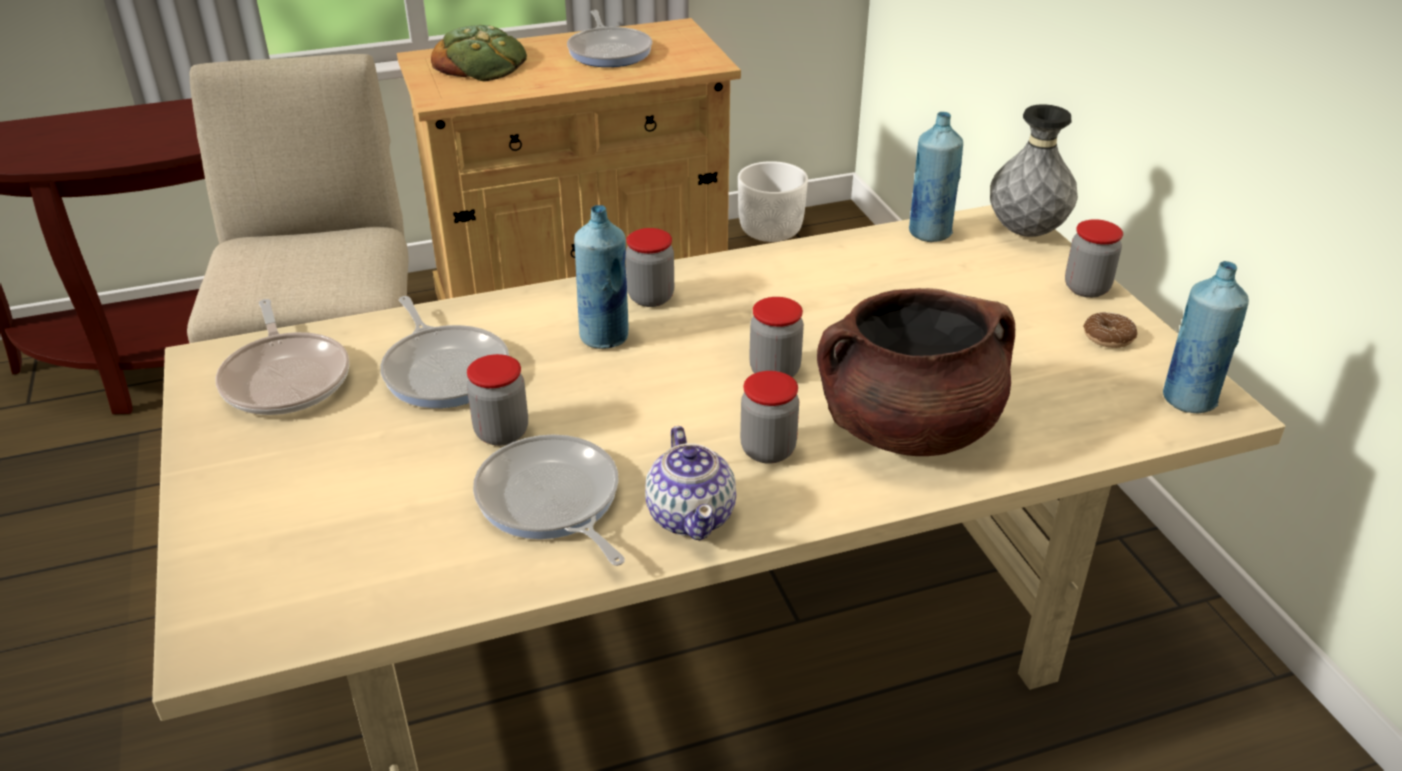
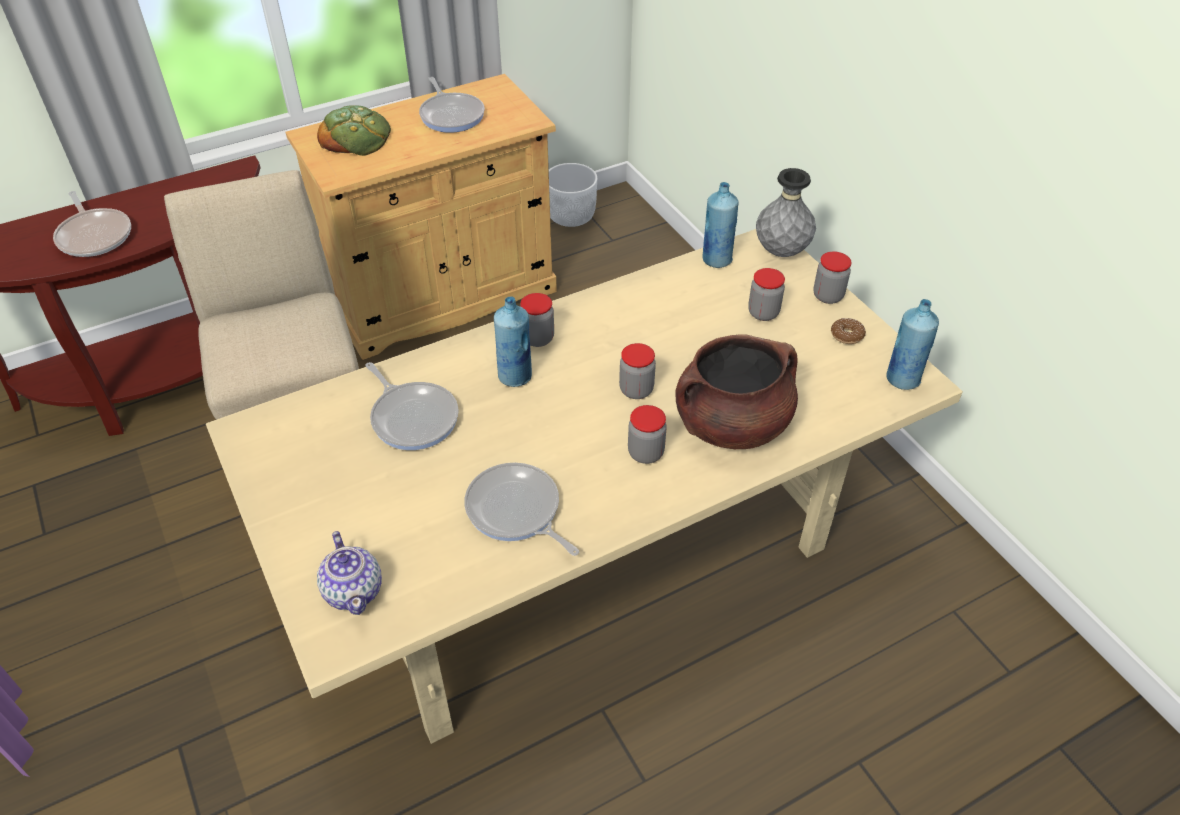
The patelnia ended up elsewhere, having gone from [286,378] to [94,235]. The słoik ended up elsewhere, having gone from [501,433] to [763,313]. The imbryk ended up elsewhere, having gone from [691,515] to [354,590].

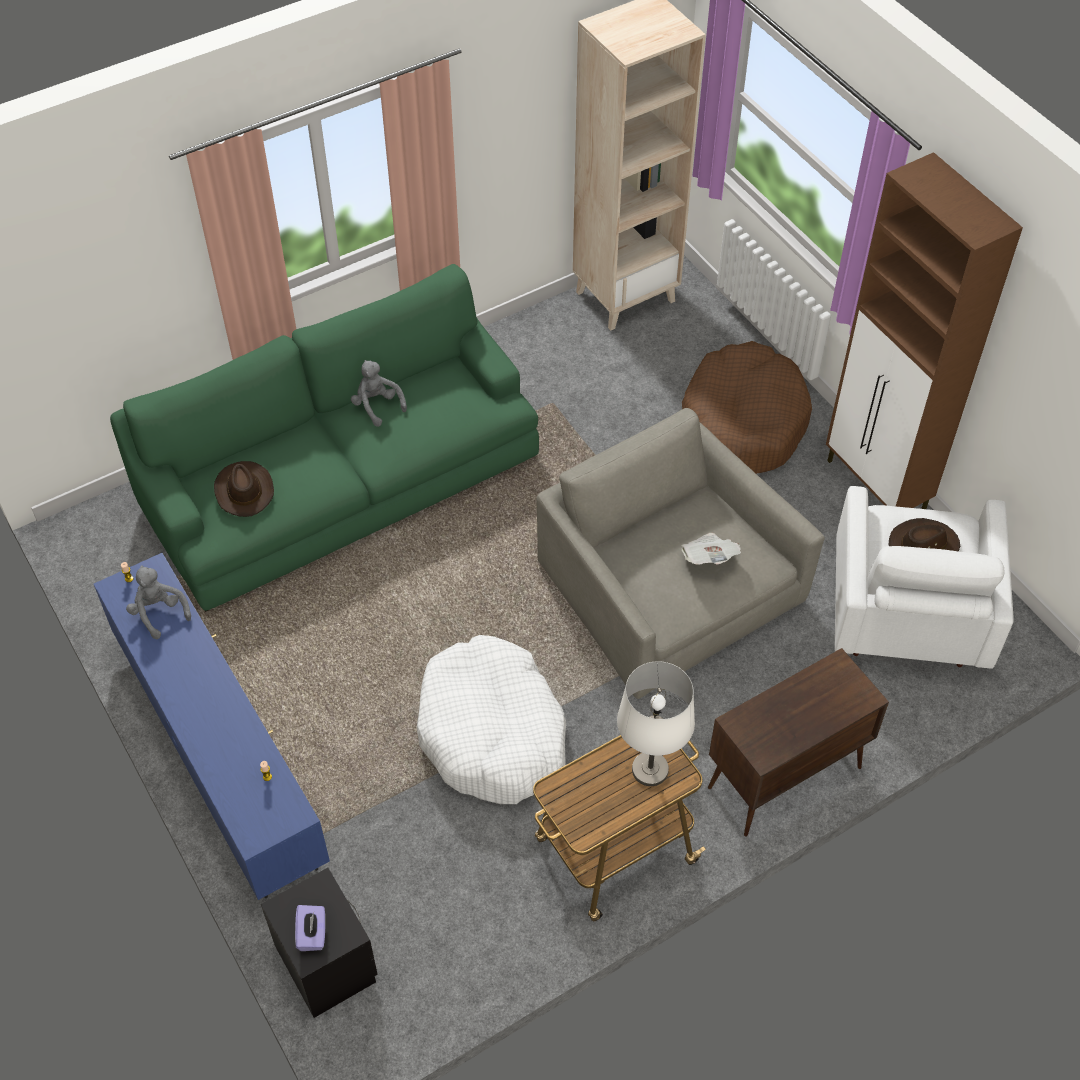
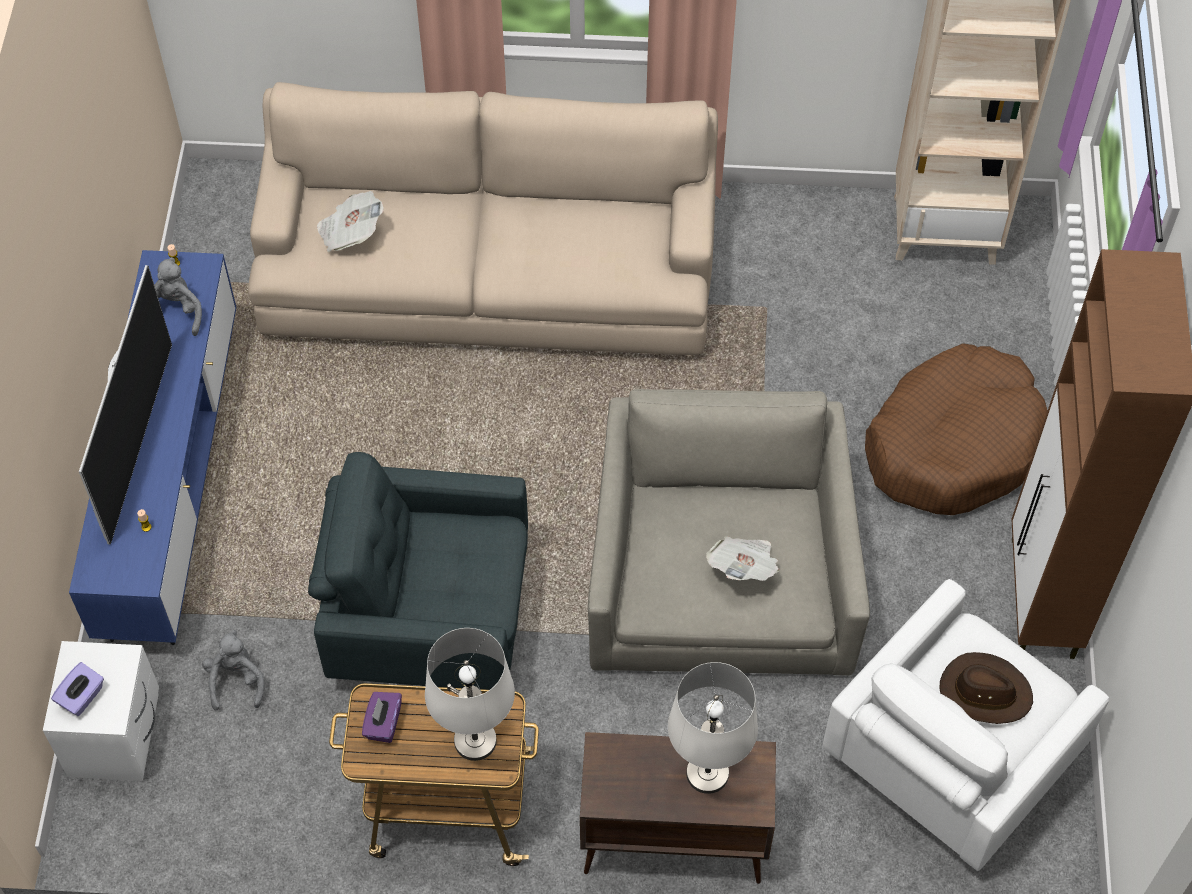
The second view gained the telewizor at [139,442]. The second view gained the pudełko chusteczek (fioletowy) at [383,723]. The second view gained the lampa stołowa (biały) at [707,773]. The pluszak (szary) ended up elsewhere, having gone from [377,406] to [236,680]. Where the kapelusz (brązowy) stood at [244,490], the gazeta came to stand at [350,233]. Where the legowisko (biały) stood at [492,733], the fotel (szary) came to stand at [429,615]. What was the kanapa (zielony) at [342,482] turned into the kanapa (beżowy) at [489,275]. What was the szafka nocna (czarny) at [328,962] turned into the szafka nocna (biały) at [117,735].

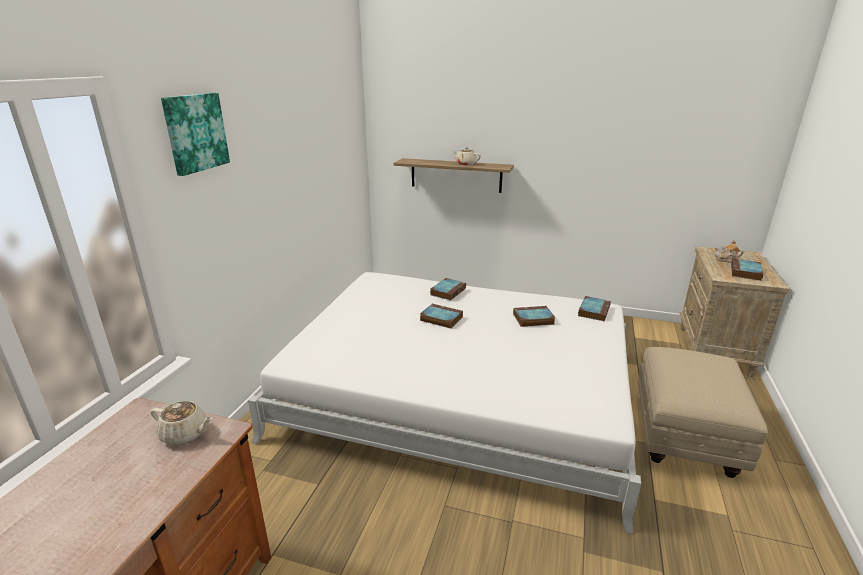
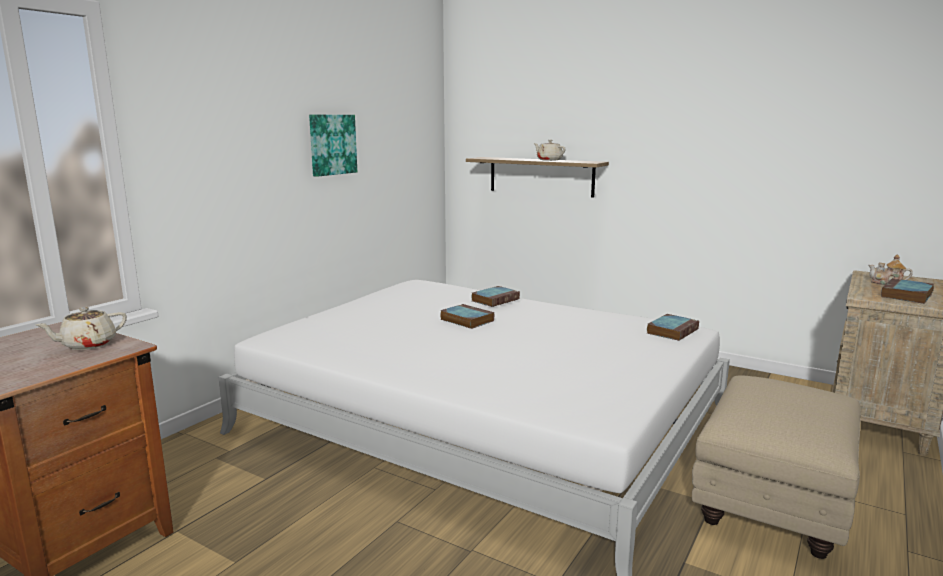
The second view lost the książka at [532,319]. The obraz ended up elsewhere, having gone from [195,132] to [332,144]. The imbryk (beżowy) at [185,434] ended up facing another way, 105 degrees clockwise from before.

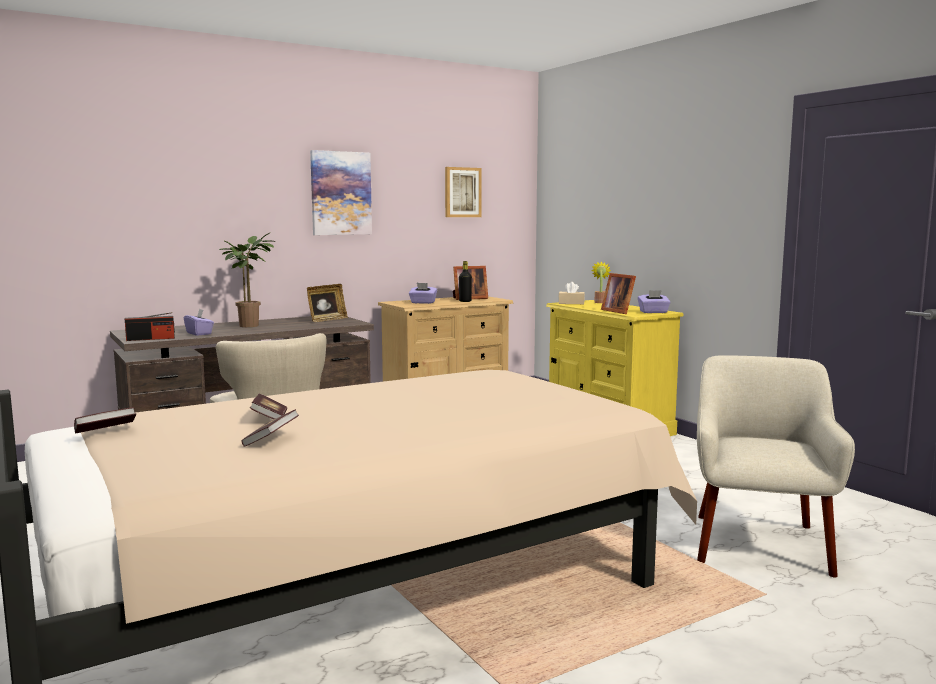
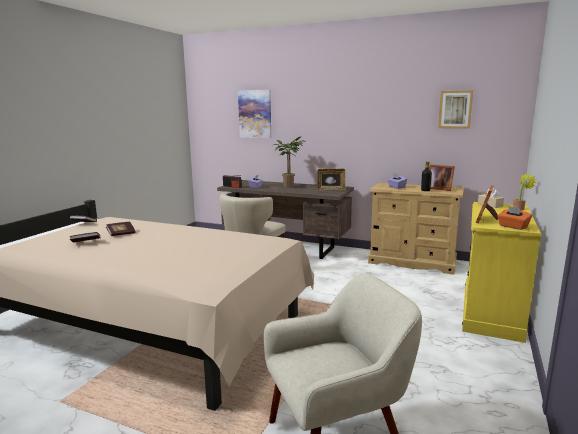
The obraz ended up elsewhere, having gone from [341,193] to [255,114]. What was the pudełko chusteczek (fioletowy) at [653,312] turned into the pudełko chusteczek (pomarańczowy) at [512,227].

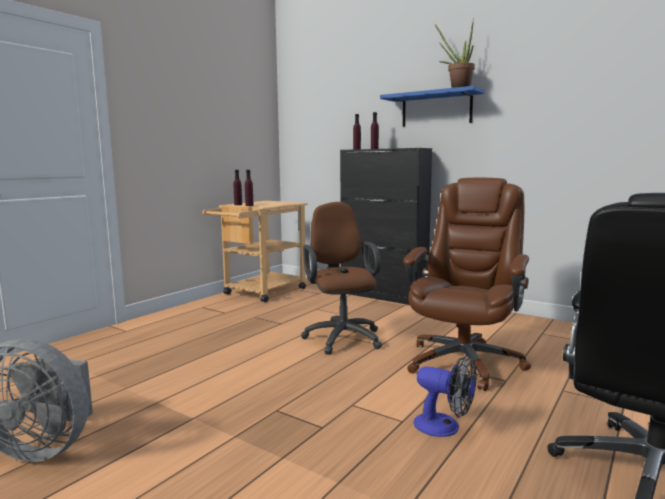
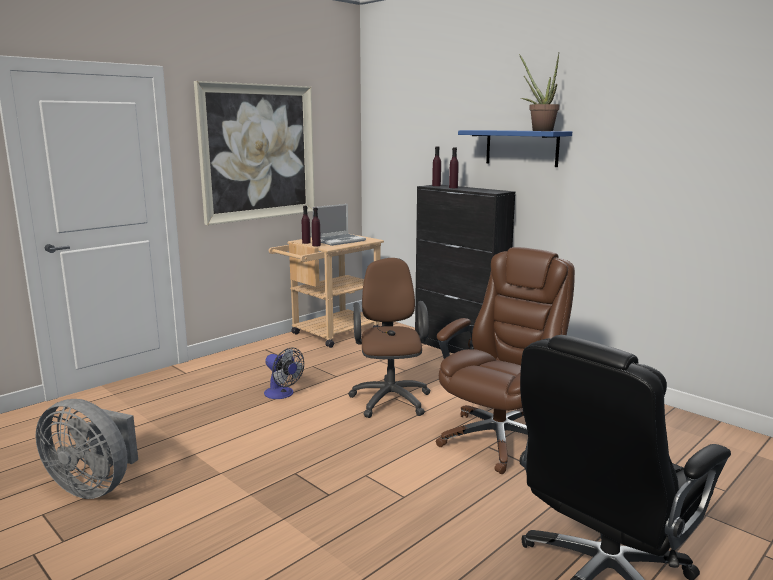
The second view gained the obraz at [258,152]. The second view gained the laptop at [339,240]. The wentylator ended up elsewhere, having gone from [444,427] to [282,394].

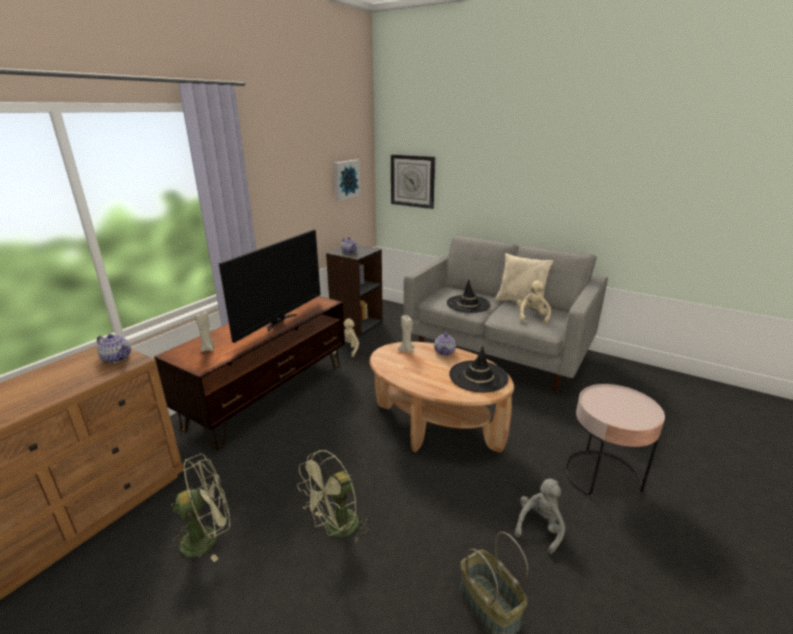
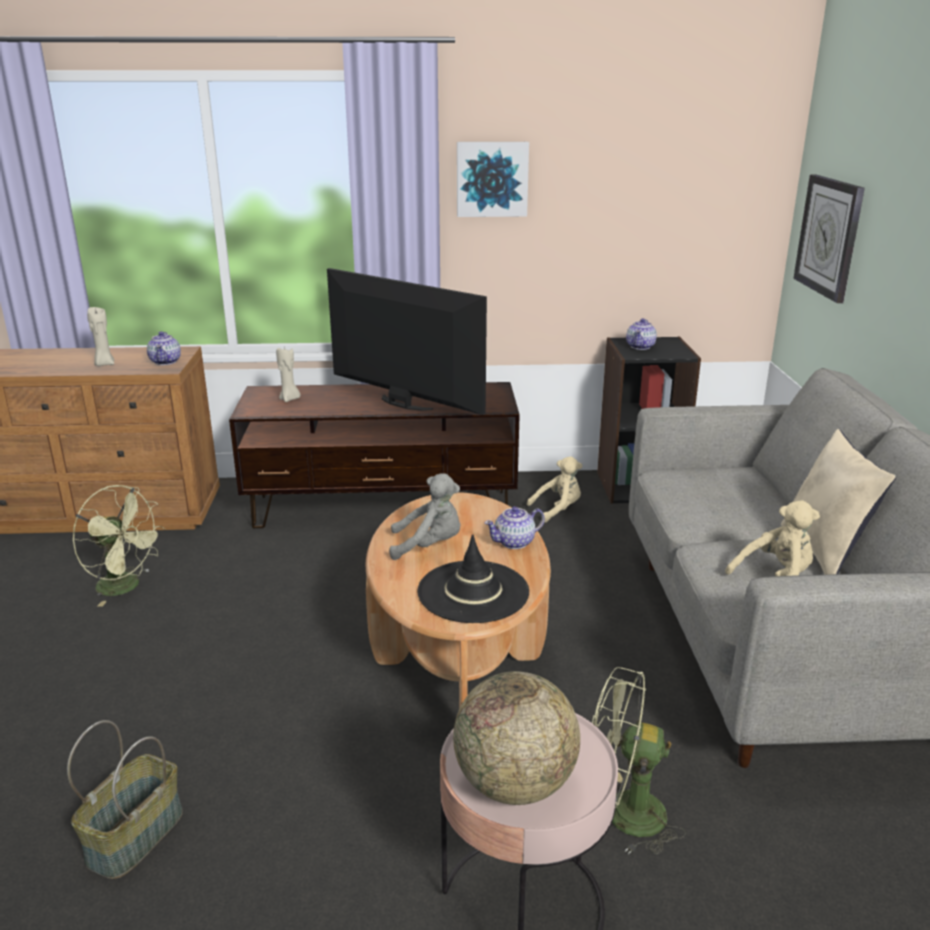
The second view lost the kapelusz (czarny) at [468,304]. The second view gained the globus at [515,784]. The wentylator (zielony) ended up elsewhere, having gone from [336,529] to [621,814]. The obraz ended up elsewhere, having gone from [346,179] to [492,179]. The świeca (beżowy) ended up elsewhere, having gone from [406,350] to [104,364]. The pluszak (szary) ended up elsewhere, having gone from [539,527] to [429,546]. The telewizor at [280,321] ended up facing another way, 135 degrees counterclockwise from before.

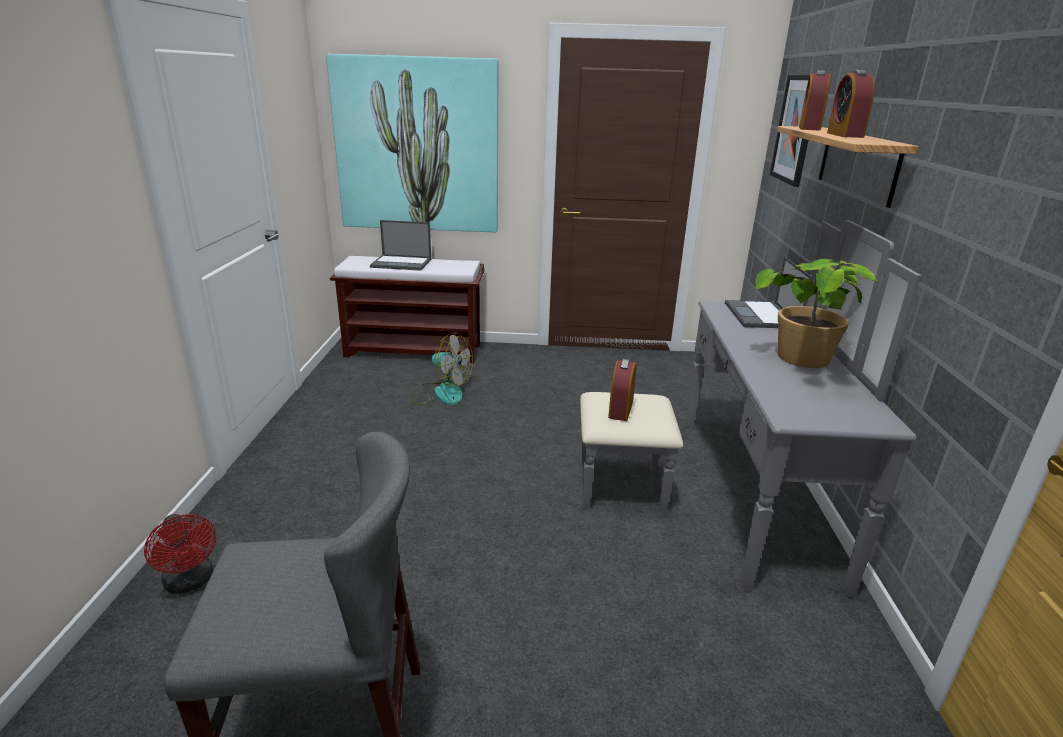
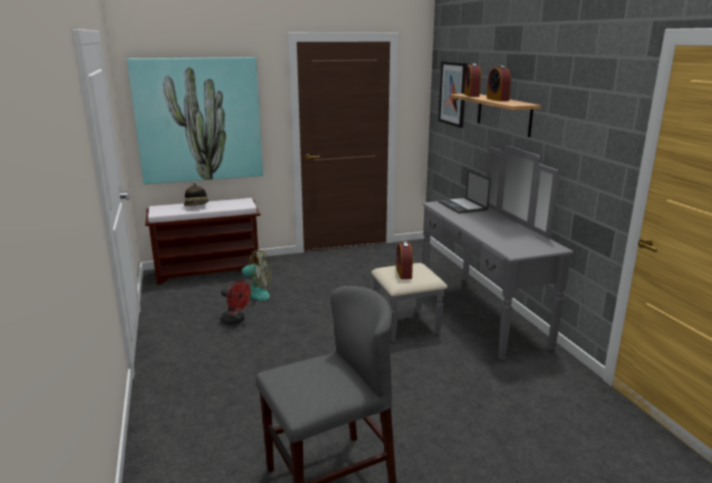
The second view lost the roślina doniczkowa at [802,368]. The wentylator (czerwony) ended up elsewhere, having gone from [191,582] to [236,321]. Where the laptop stood at [402,263], the kapelusz came to stand at [197,206].

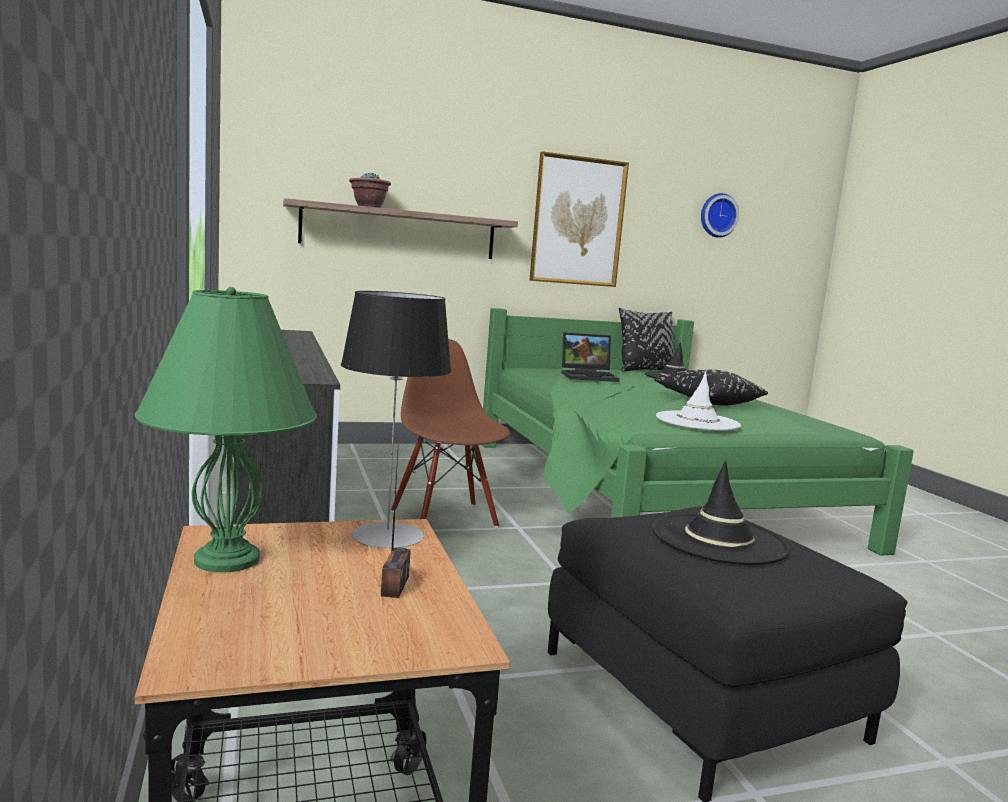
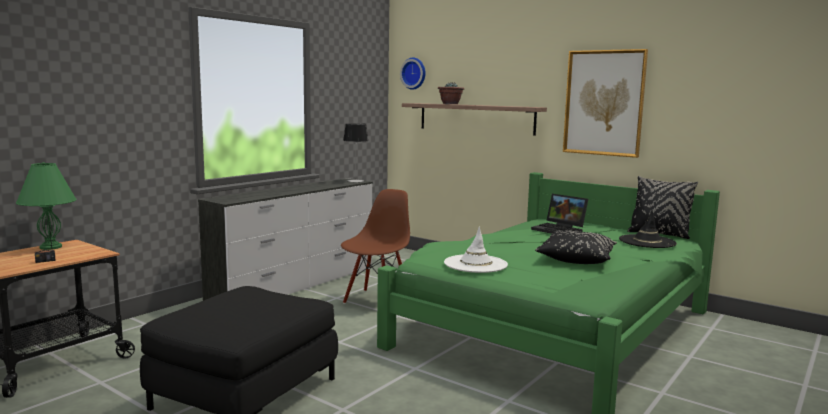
The second view lost the kapelusz (czarny) at [719,540]. The lampa stołowa ended up elsewhere, having gone from [387,535] to [355,181]. The zegar ścienny ended up elsewhere, having gone from [717,215] to [414,73].

